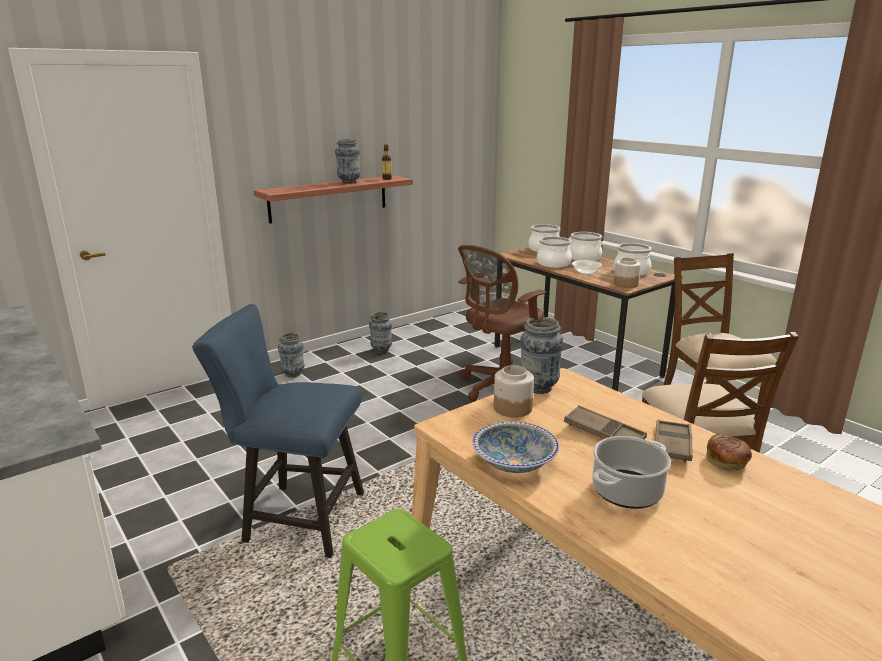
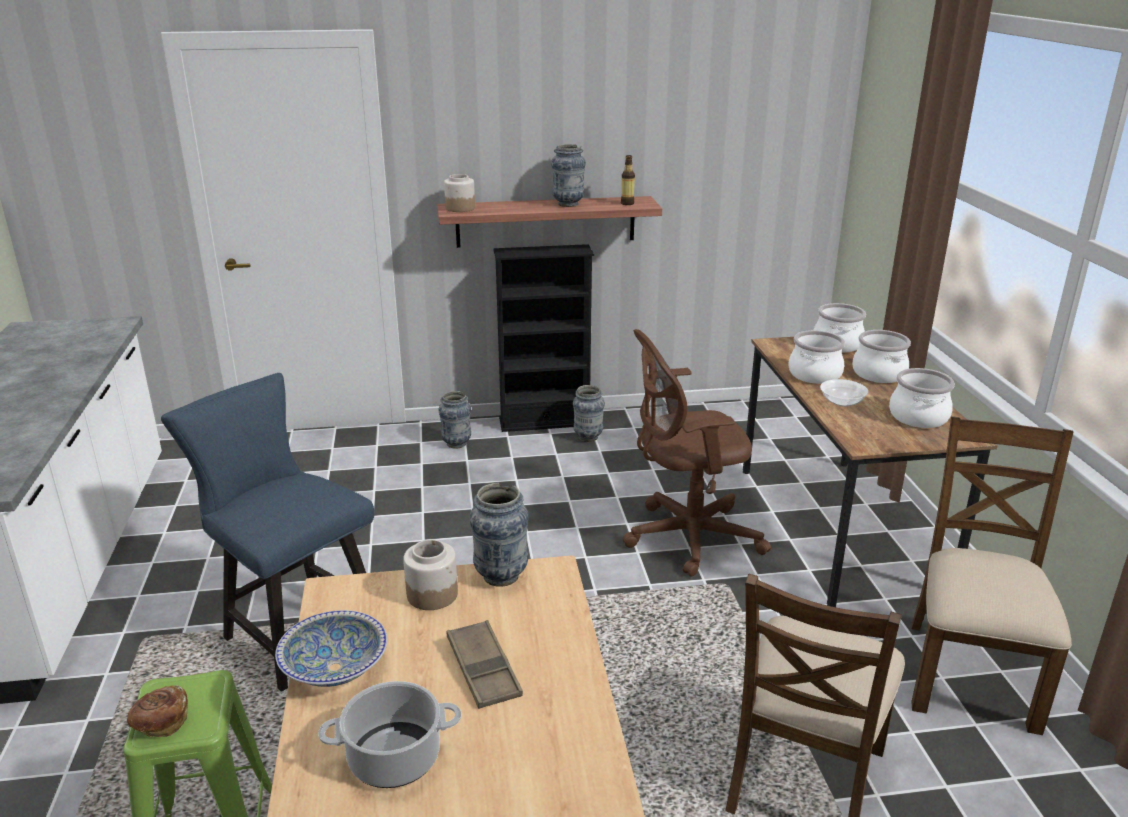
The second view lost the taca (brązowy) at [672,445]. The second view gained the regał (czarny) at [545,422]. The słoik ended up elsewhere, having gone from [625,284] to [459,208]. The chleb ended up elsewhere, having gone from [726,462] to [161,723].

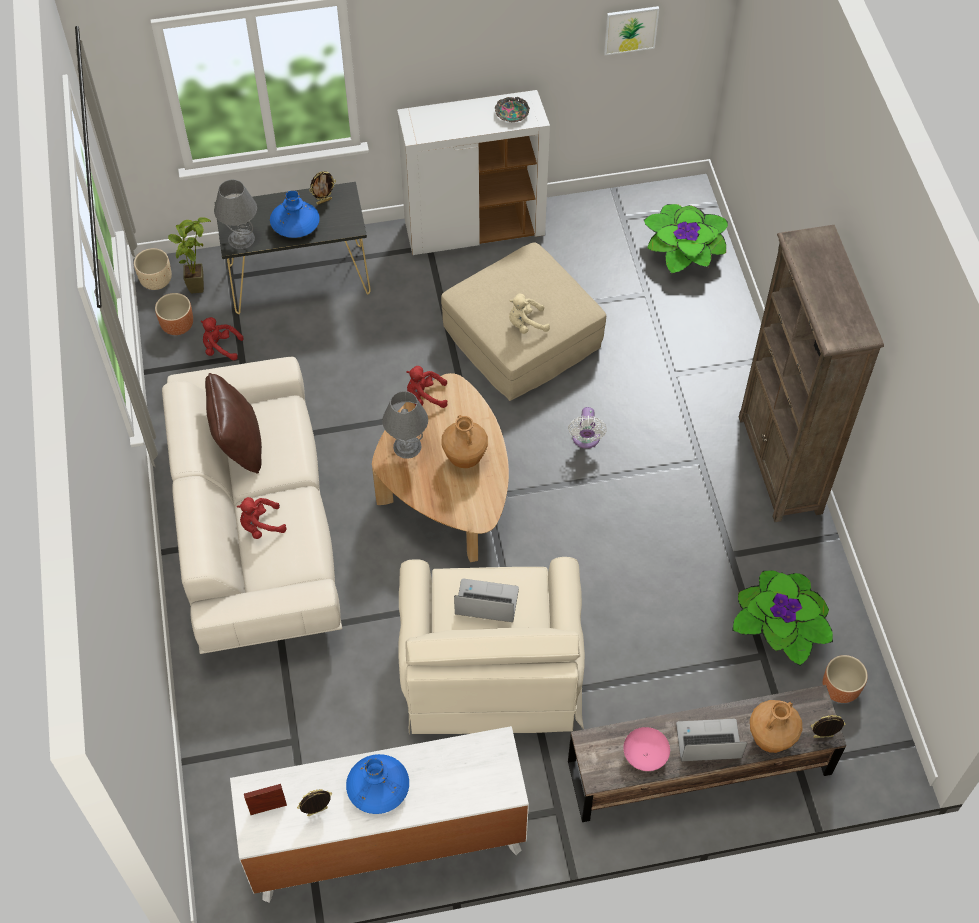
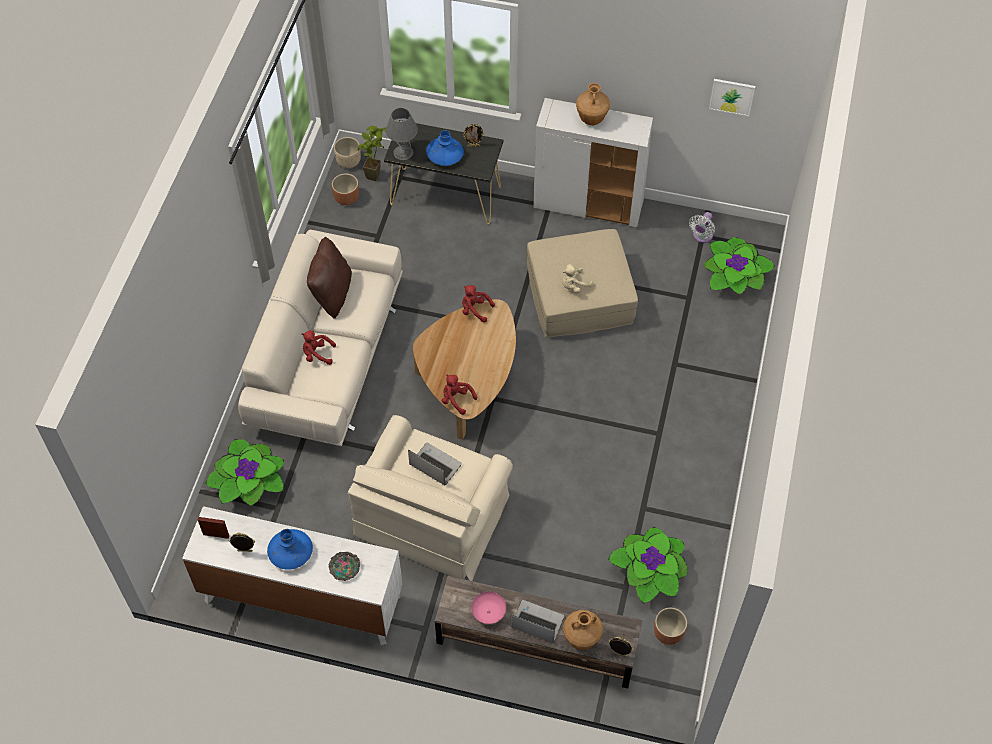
The second view lost the lampa stołowa (szary) at [407,446]. The second view lost the regał (brązowy) at [780,465]. The second view gained the roślina doniczkowa at [249,482]. The pluszak (czerwony) ended up elsewhere, having gone from [220,348] to [456,399]. The wazon (brązowy) ended up elsewhere, having gone from [465,458] to [591,120]. The miska ended up elsewhere, having gone from [511,113] to [344,568]. The wentylator (biały) ended up elsewhere, having gone from [585,439] to [701,236]. The pluszak (beżowy) at [526,324] ended up facing another way, 45 degrees counterclockwise from before.

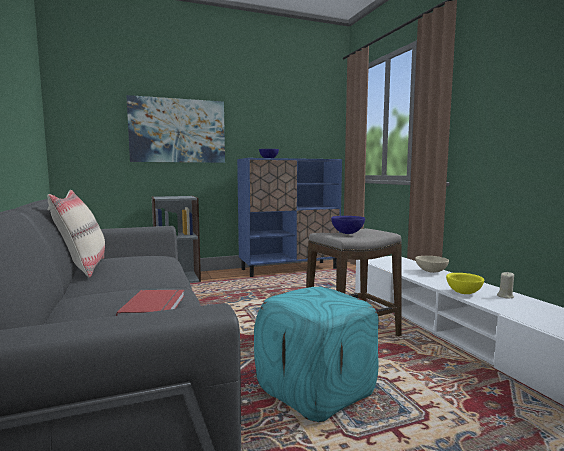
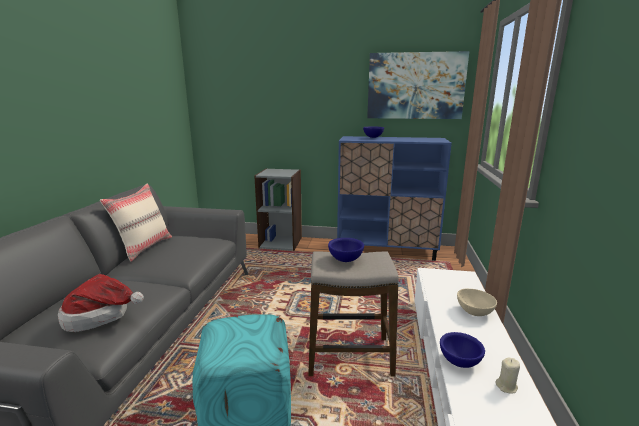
The obraz ended up elsewhere, having gone from [178,131] to [415,86]. Where the książka (czerwony) stood at [156,306], the kapelusz came to stand at [102,316]. What was the miska (żółty) at [463,293] turned into the miska (niebieski) at [459,362].

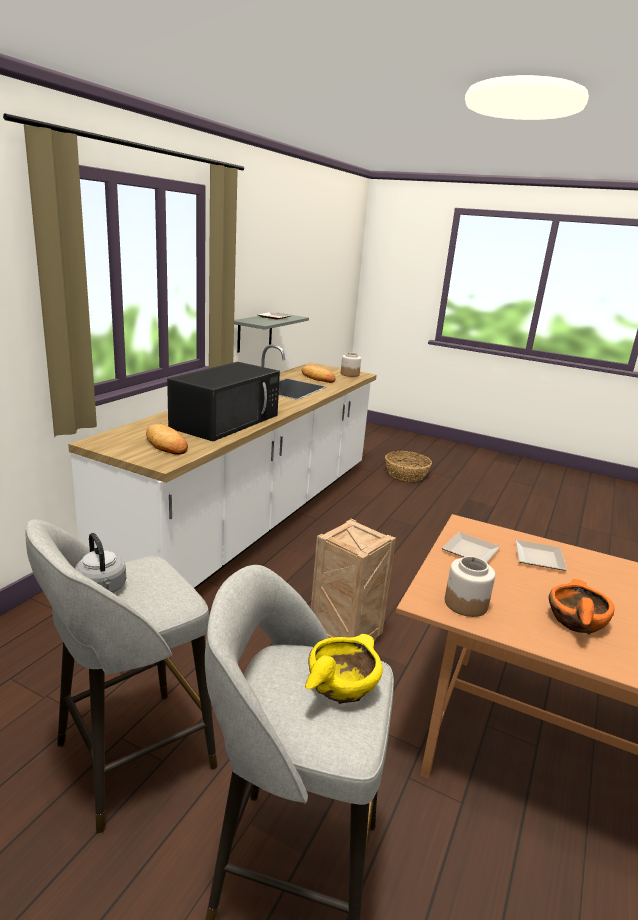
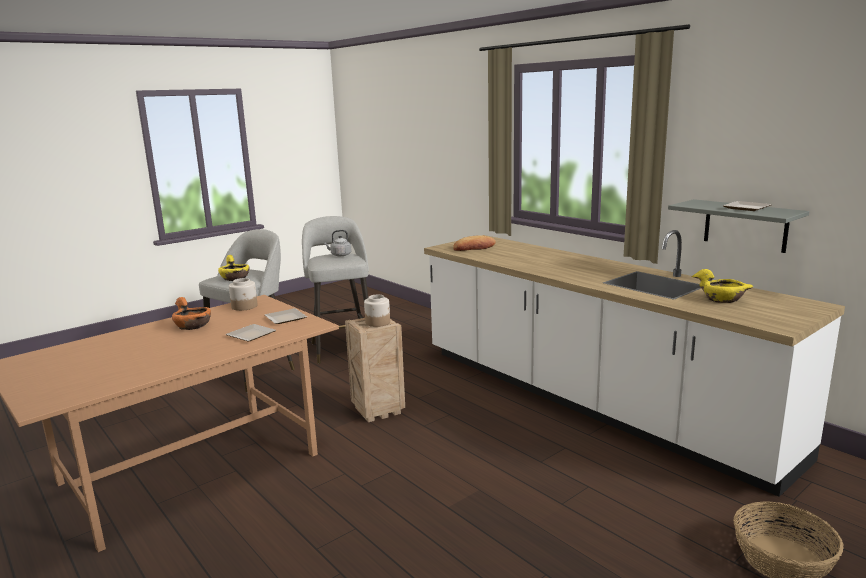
The second view lost the mikrofalówka (czarny) at [226,421]. The słoik ended up elsewhere, having gone from [349,374] to [378,322]. Where the chleb stood at [317,378], the miska (żółty) came to stand at [722,299].

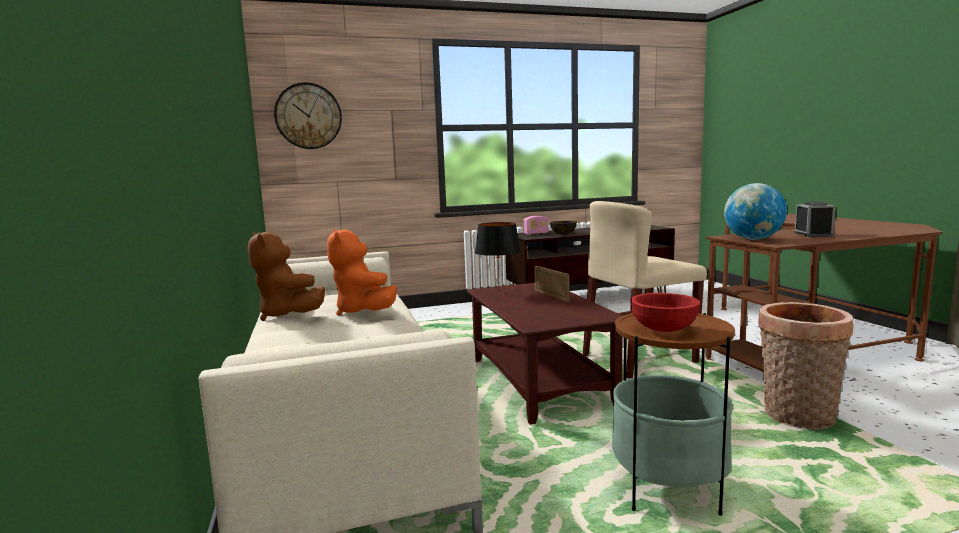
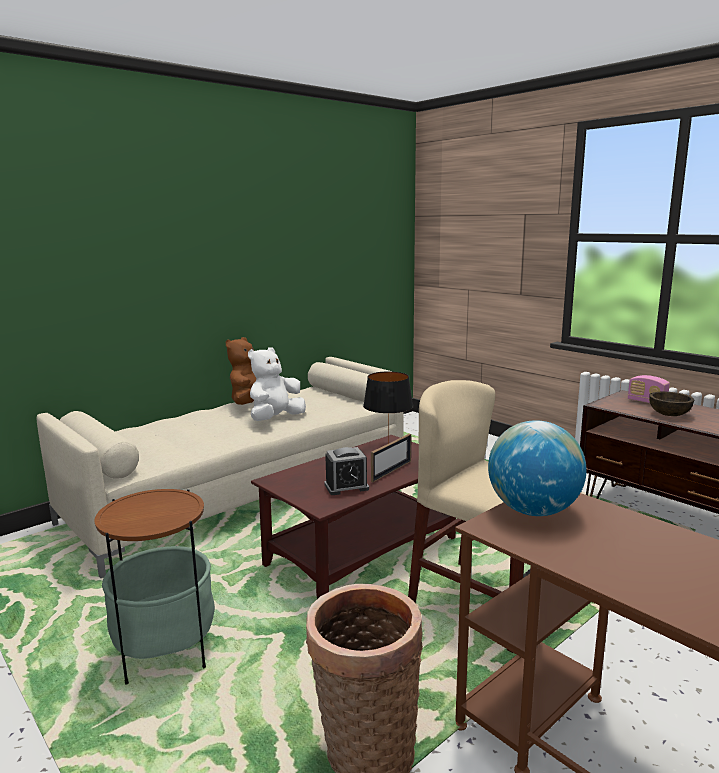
The second view lost the zegar ścienny at [308,116]. The second view lost the miska (czerwony) at [663,329]. The budzik ended up elsewhere, having gone from [813,234] to [346,487]. What was the pluszak (pomarańczowy) at [363,312] turned into the pluszak (biały) at [275,419].

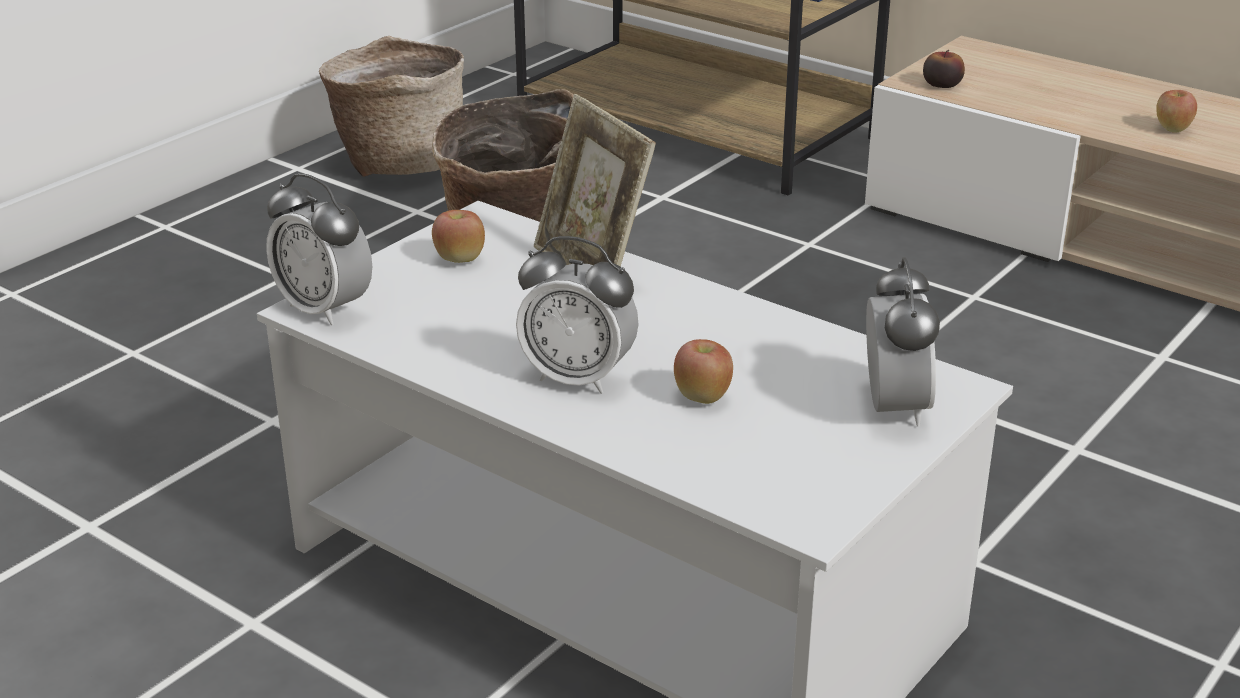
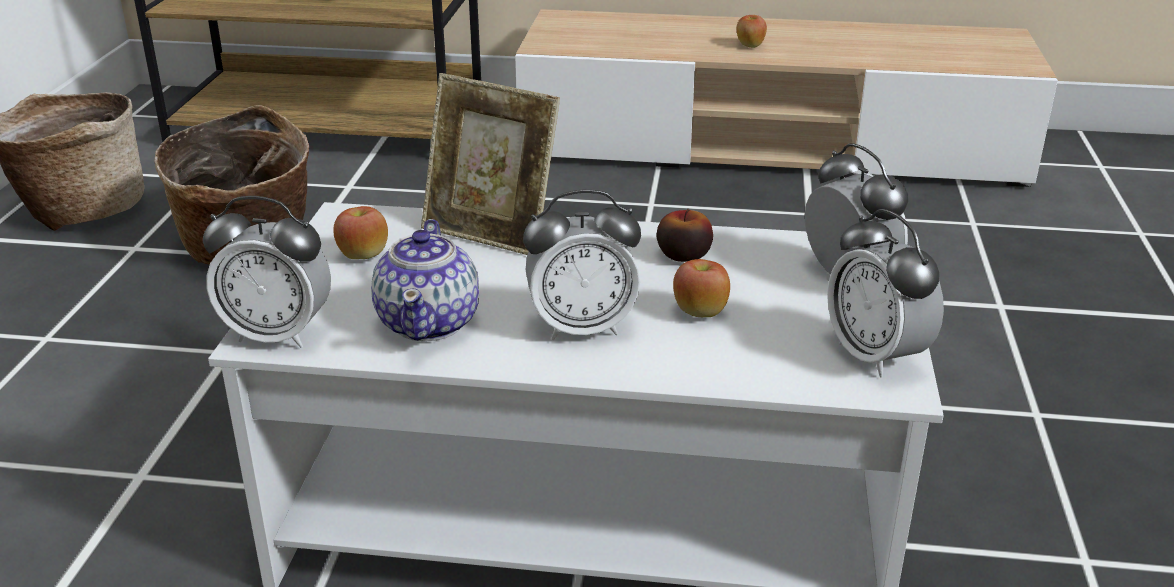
The second view gained the imbryk at [430,322]. The second view gained the budzik at [875,356]. The jabłko ended up elsewhere, having gone from [941,84] to [683,255].

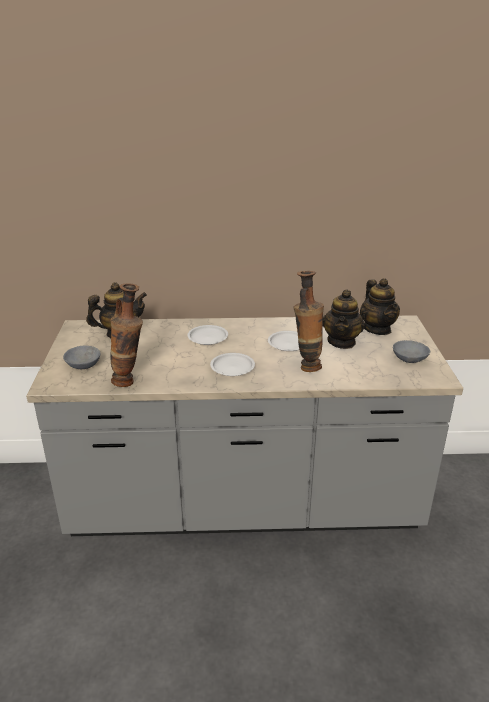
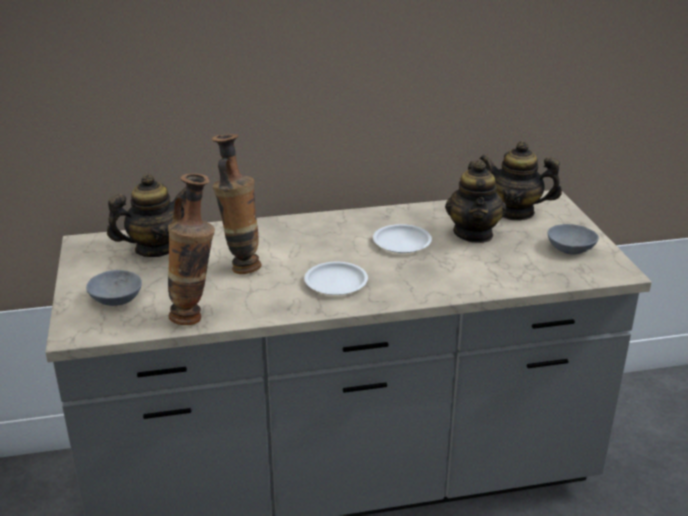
The second view lost the talerz (biały) at [208,338]. The wazon ended up elsewhere, having gone from [306,365] to [241,266]. The imbryk at [377,329] ended up facing another way, 135 degrees clockwise from before.

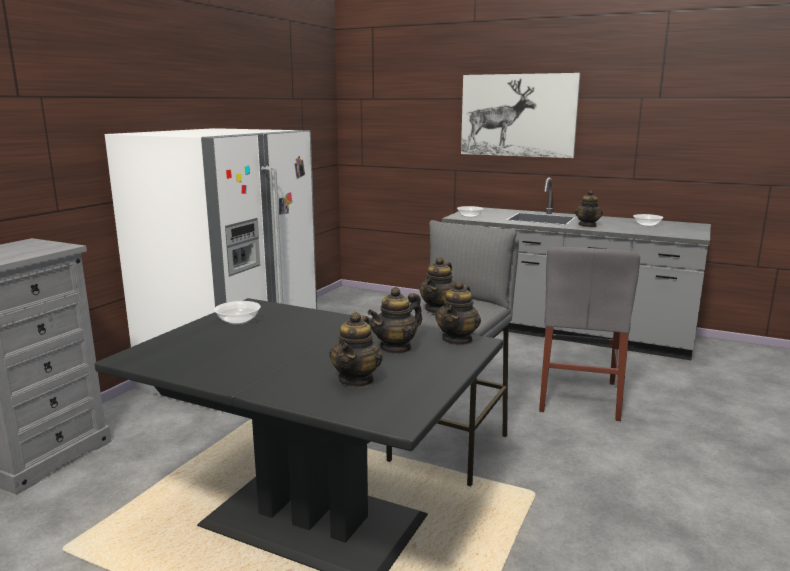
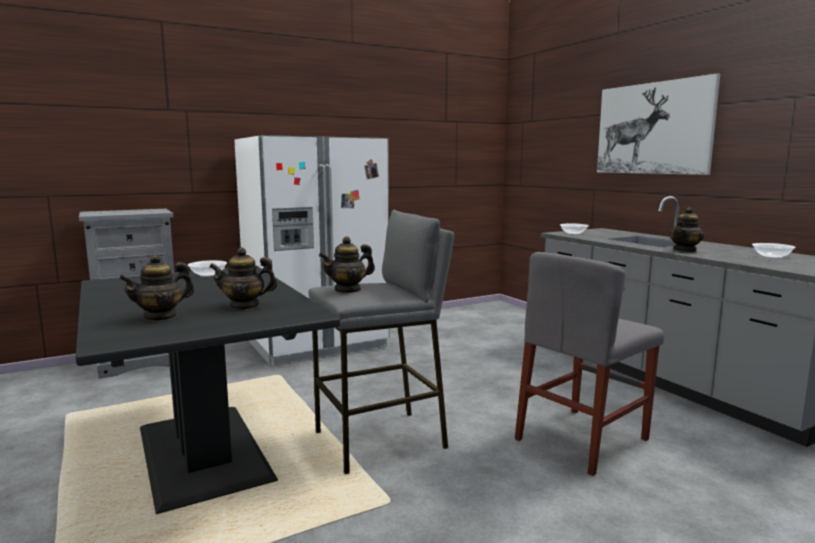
The second view lost the imbryk at [457,340].

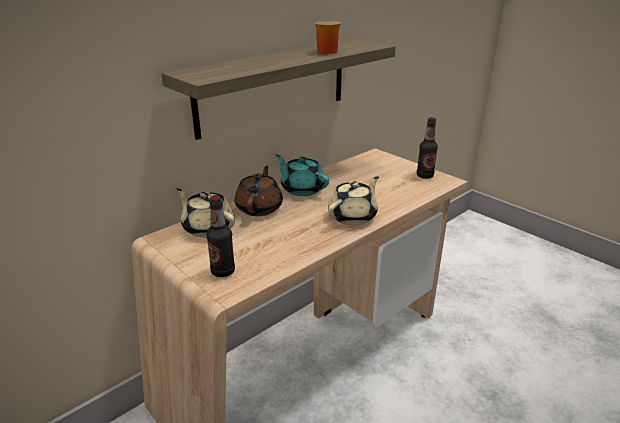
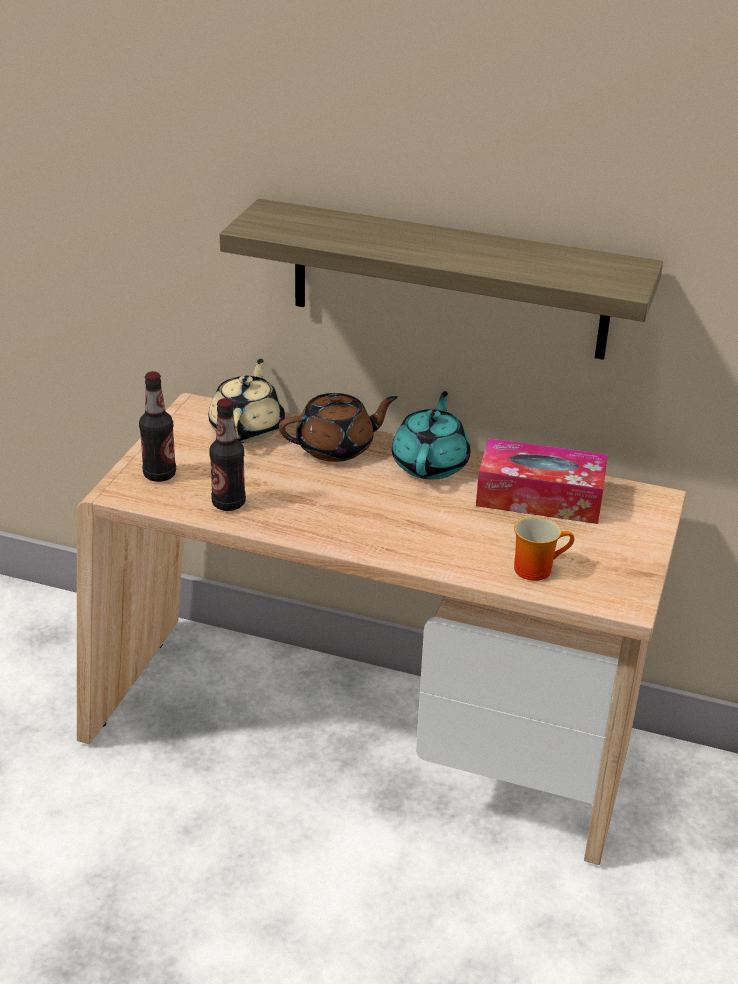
The second view lost the imbryk (beżowy) at [353,216]. The second view gained the pudełko chusteczek at [540,497]. The kubek ended up elsewhere, having gone from [326,51] to [536,567]. The butelka ended up elsewhere, having gone from [425,176] to [228,503].

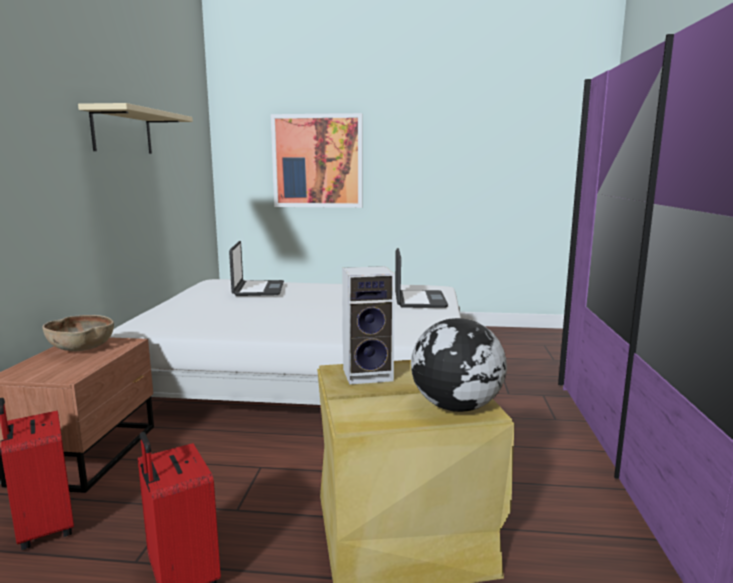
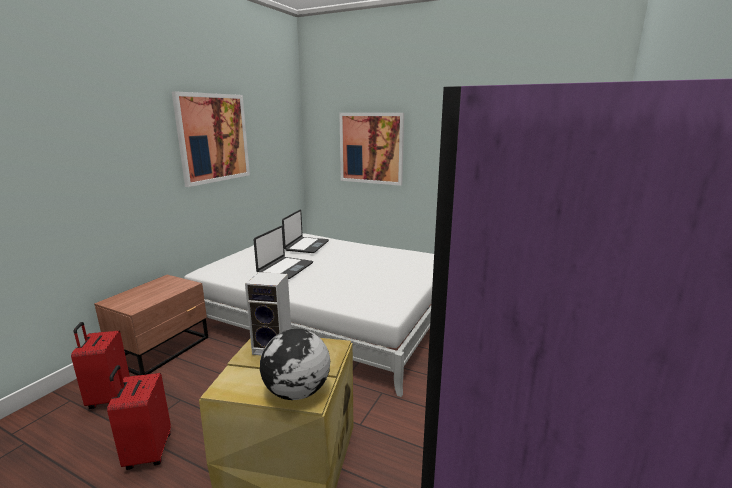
The second view lost the miska (brązowy) at [81,349]. The laptop ended up elsewhere, having gone from [419,300] to [285,268]. Where the półka (beżowy) hung at [122,132], the obraz came to hang at [213,138].

